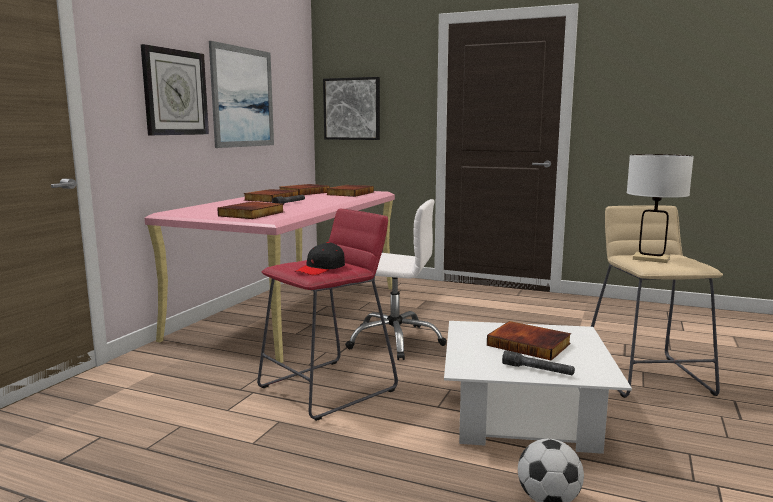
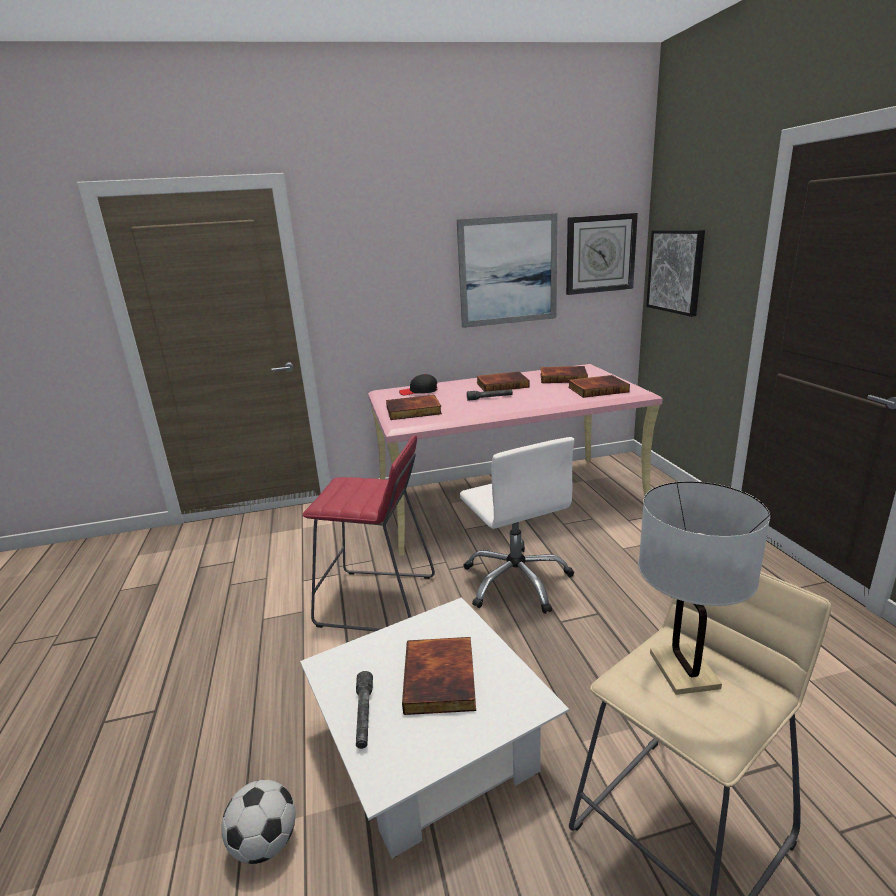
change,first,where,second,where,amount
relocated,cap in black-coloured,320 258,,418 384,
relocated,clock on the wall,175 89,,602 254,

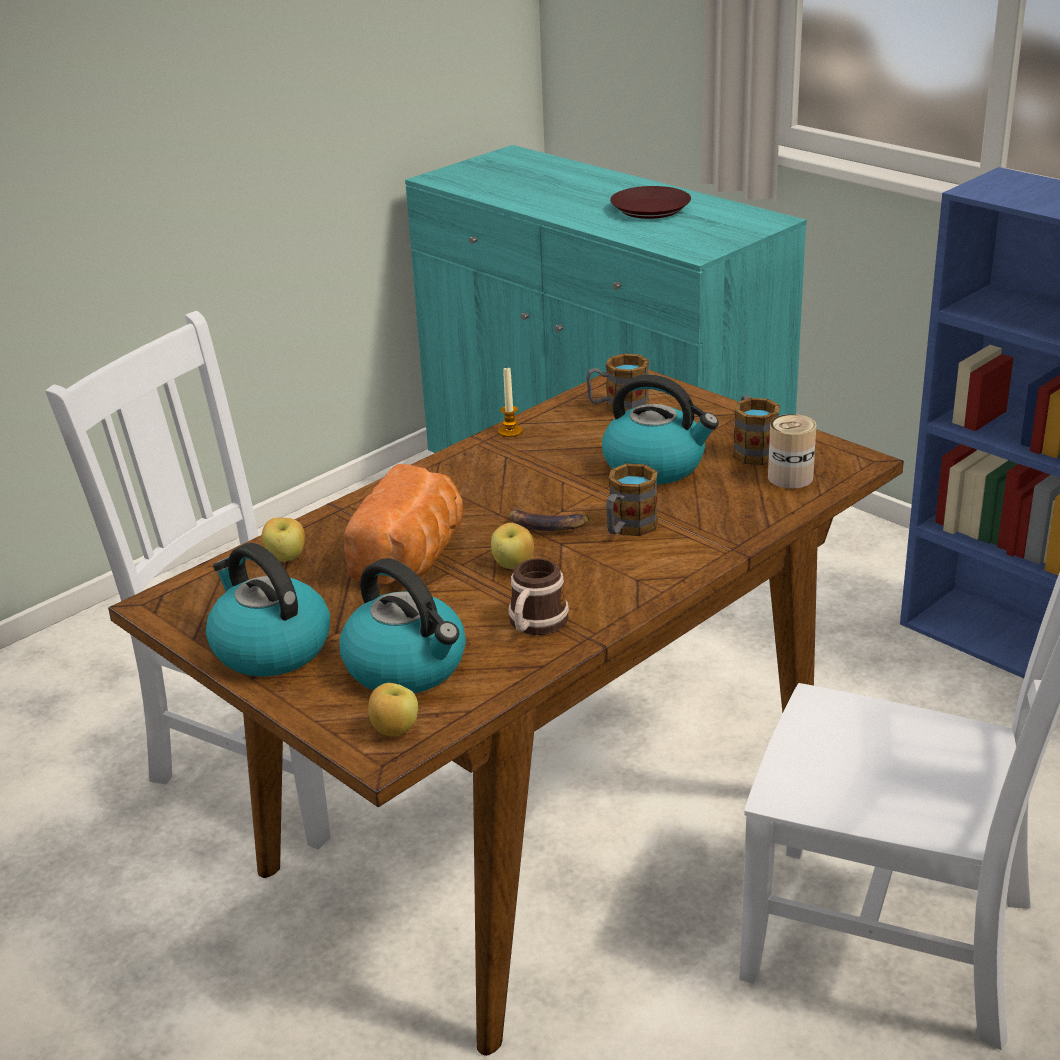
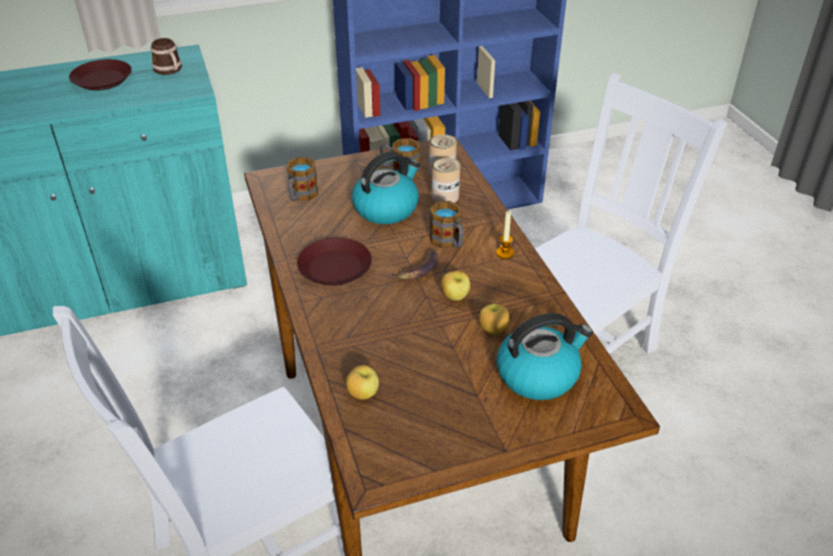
change,first,where,second,where,amount
relocated,tea mug,538 596,,166 56,
appeared,,,flat dish in brown-coloured,334 262,
appeared,,,can,445 180,
relocated,apple fruit,393 709,,494 319,
relocated,candle,510 402,,505 235,
missing,water kettle,268 609,,,
missing,baked bread,403 524,,,

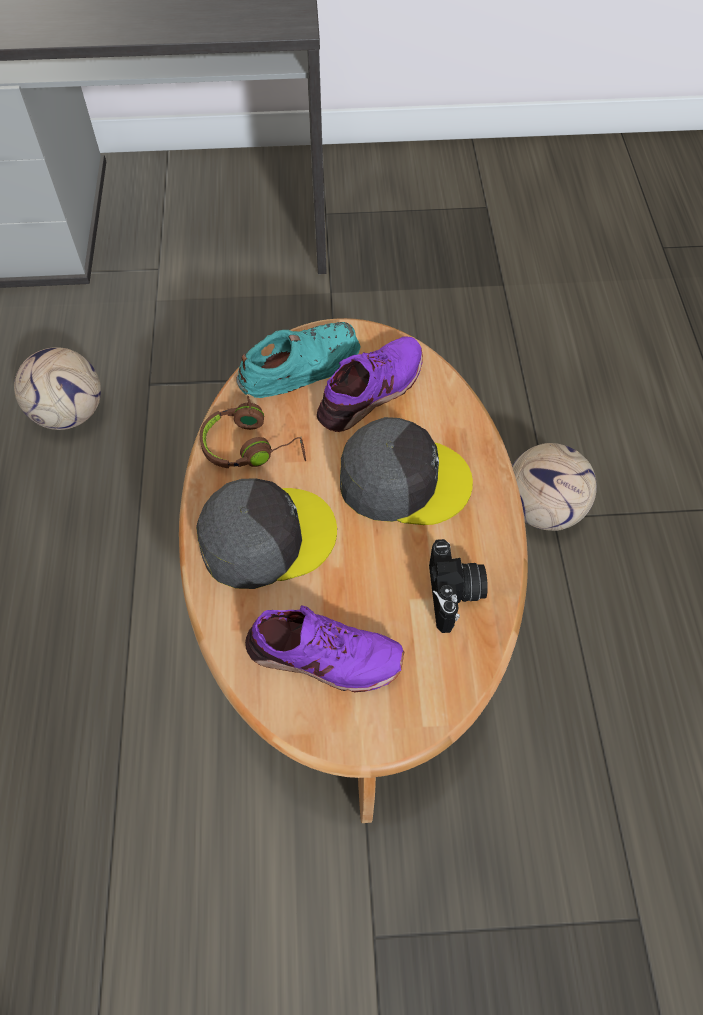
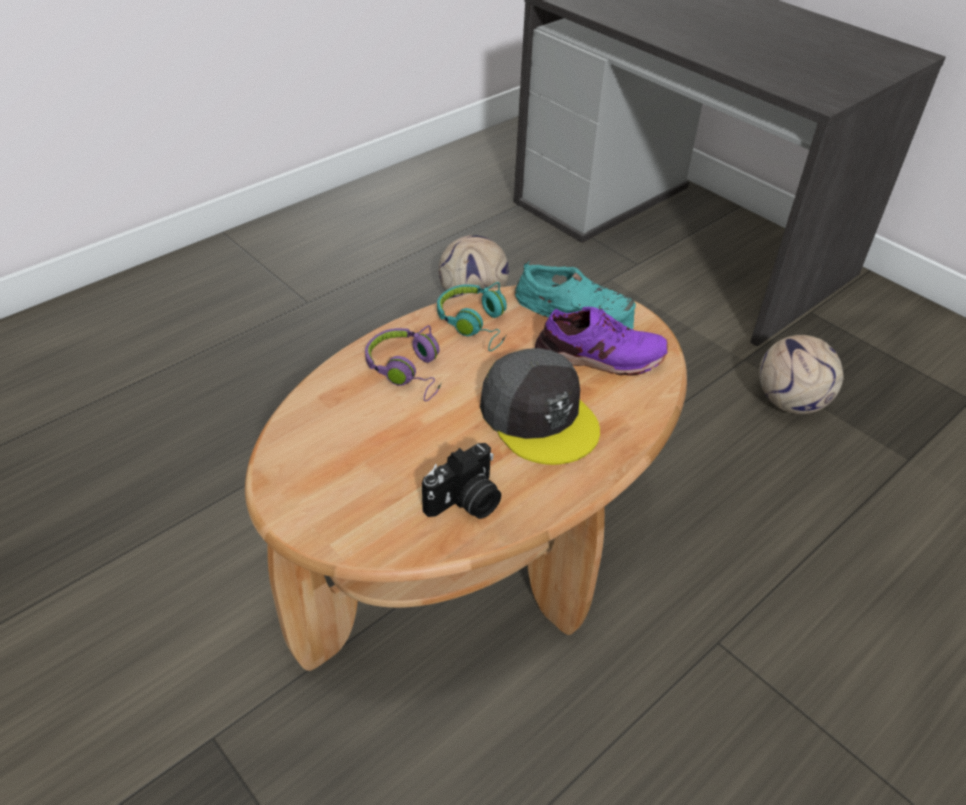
change,first,where,second,where,amount
exchanged,cap in greyish,266 533,headphones in purple-coloured,403 363,
colour,headphones in brown-coloured,253 432,headphones in turquoise-coloured,472 316,
relocated,ball for football,554 487,,801 374,
missing,shoe in purple-coloured,324 649,,,

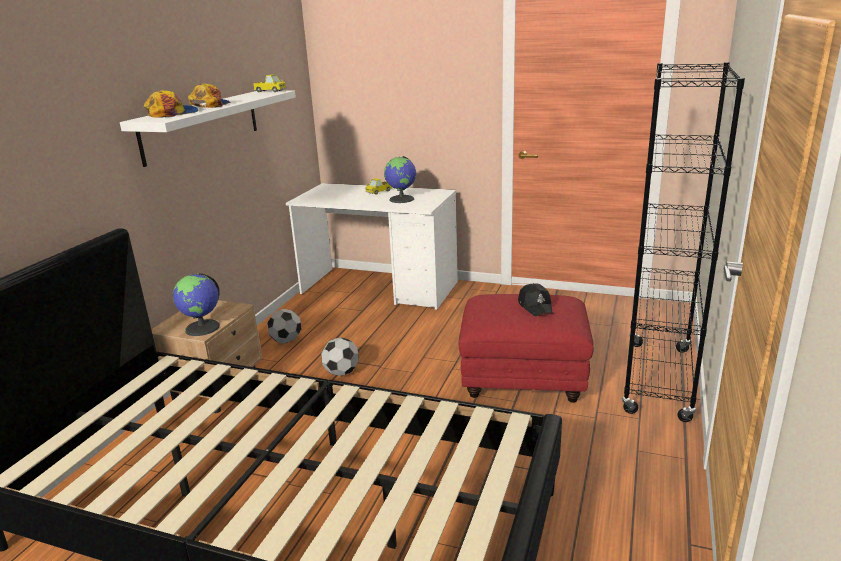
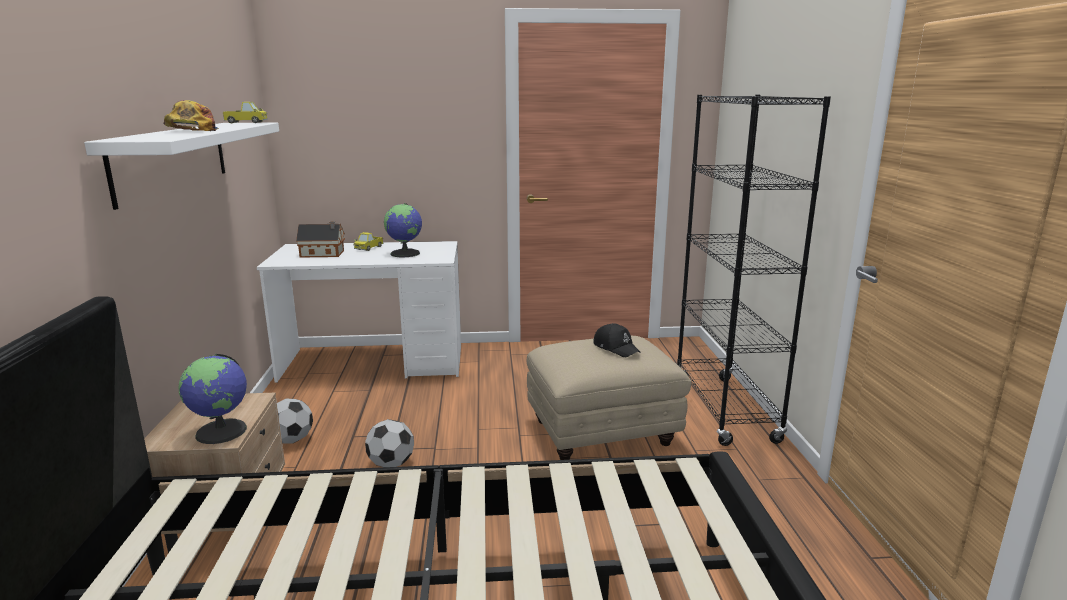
change,first,where,second,where,amount
appeared,,,miniature house,320 239,
colour,footrest in red-coloured,526 348,footrest in sand-coloured,609 398,
missing,cap,171 104,,,

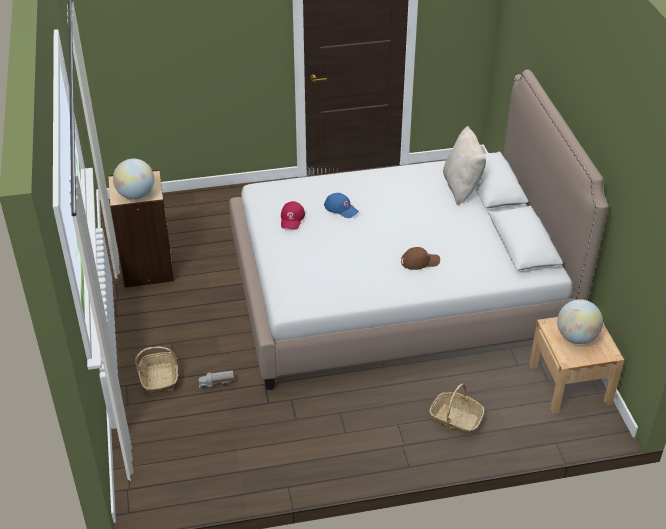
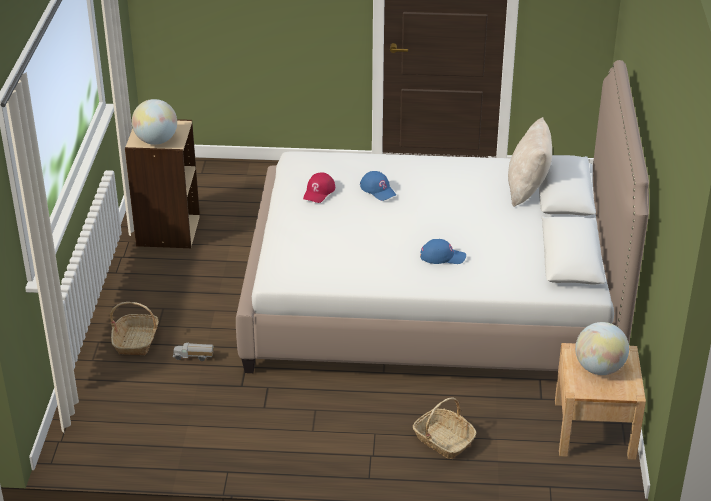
change,first,where,second,where,amount
colour,cap in brown-coloured,420 258,cap in blue-coloured,443 251,

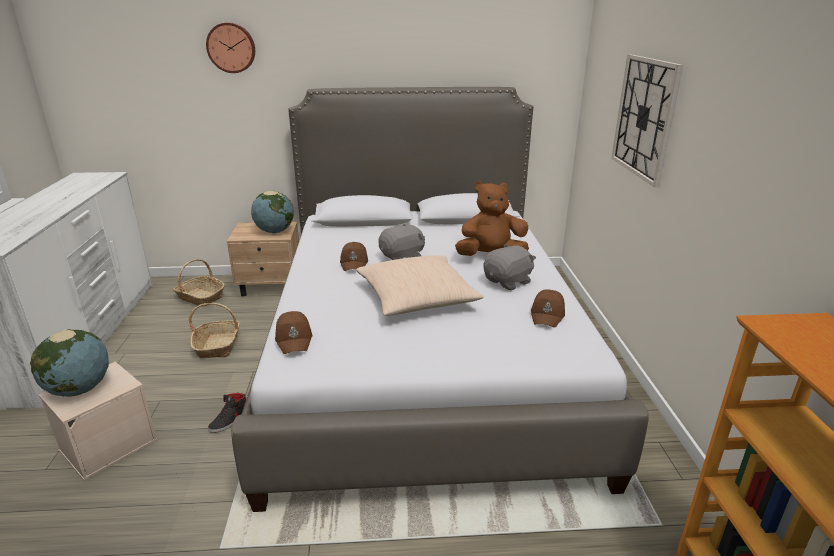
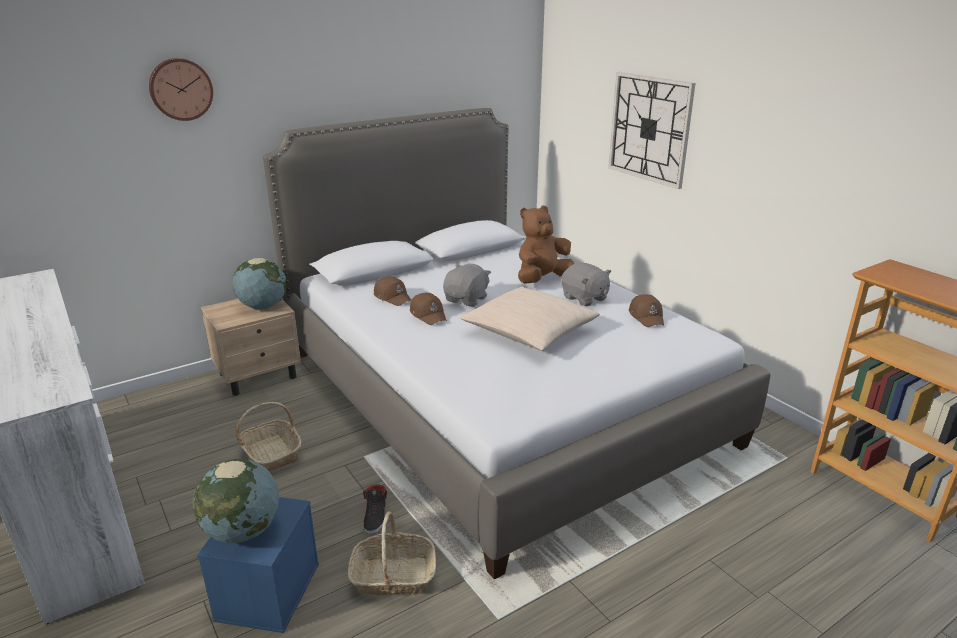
change,first,where,second,where,amount
colour,storage bin in sand-coloured,98 421,storage bin in blue-coloured,258 565,
relocated,household basket,199 282,,392 553,
relocated,cap in brown-coloured,293 332,,392 291,
spun,plush toy in greyish,510 267,,586 284,120 degrees clockwise

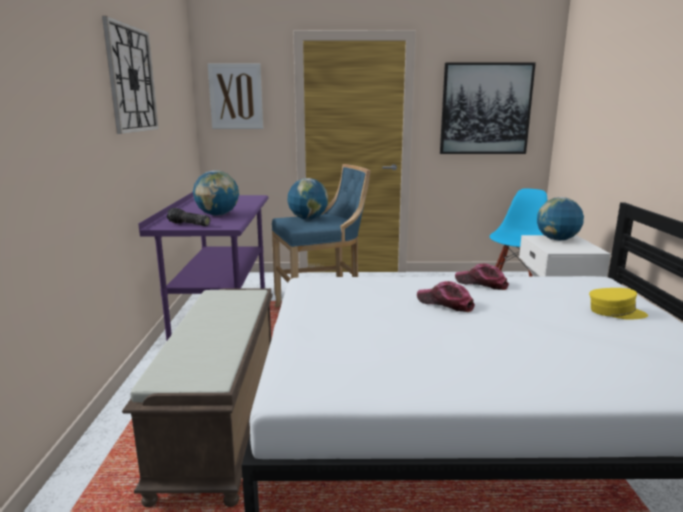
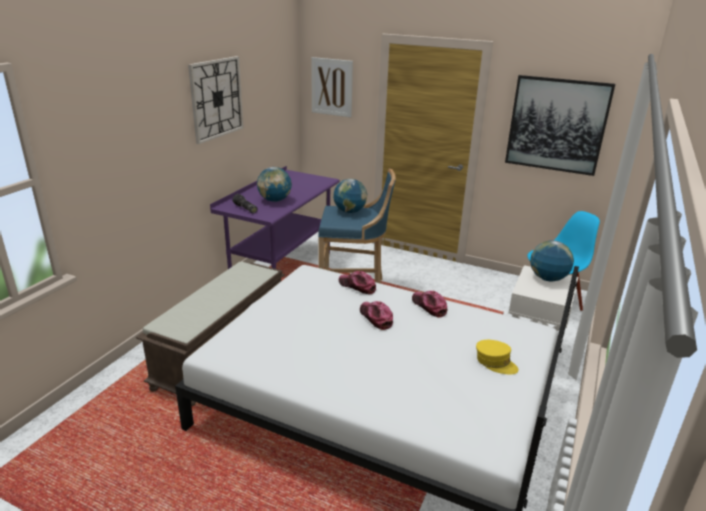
change,first,where,second,where,amount
appeared,,,cap,357 282,

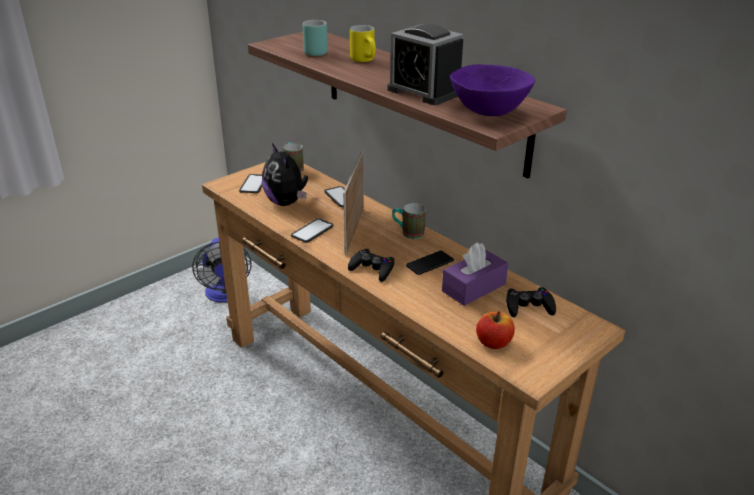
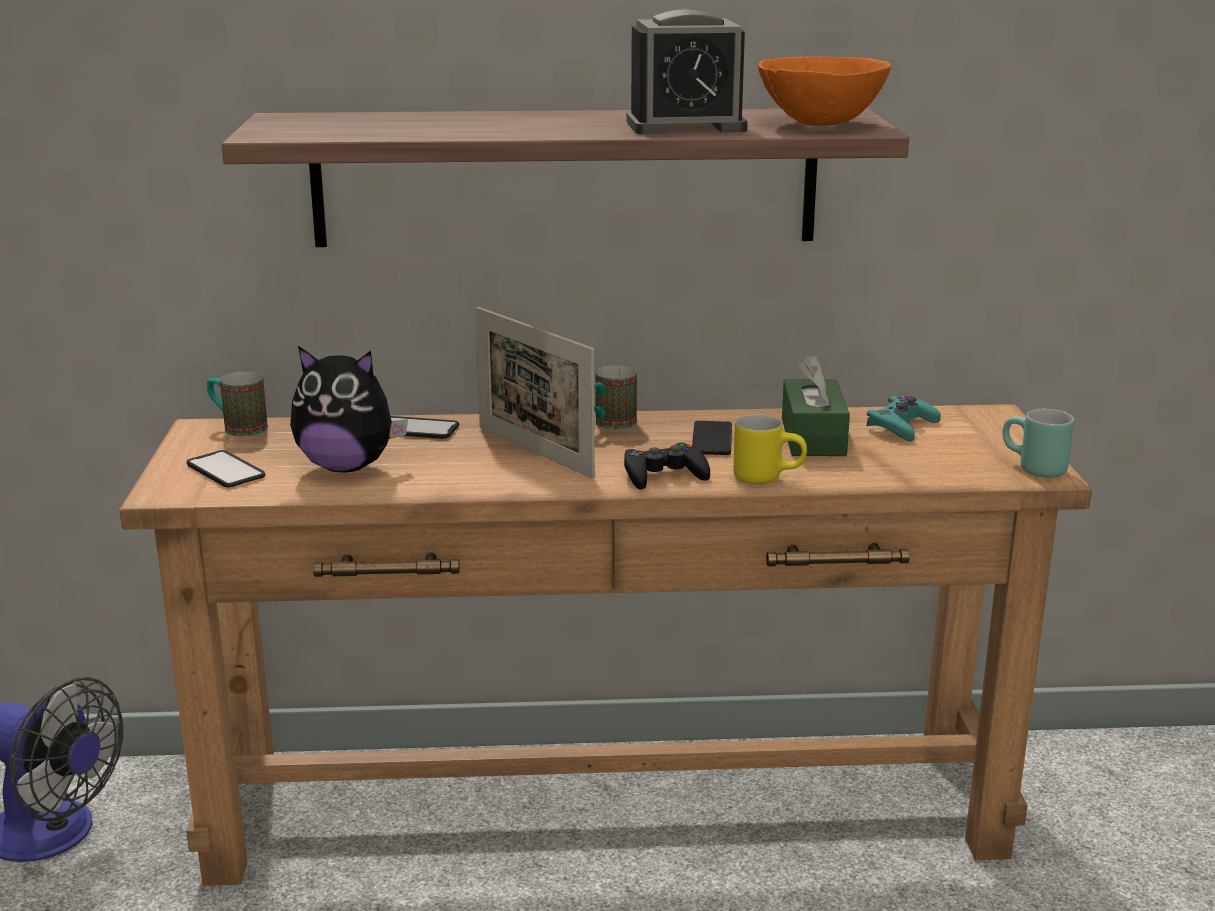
change,first,where,second,where,amount
relocated,tea mug in yellow,363 43,,770 449,
colour,bowl in purple-coloured,492 90,bowl in orange,824 91,
colour,tissue box in purple-coloured,475 274,tissue box in green,816 405,
colour,gamepad in black-coloured,531 302,gamepad in turquoise-coloured,904 418,
relocated,tea mug in turquoise-coloured,315 38,,1038 443,
missing,phone,312 230,,,
missing,apple fruit,495 330,,,

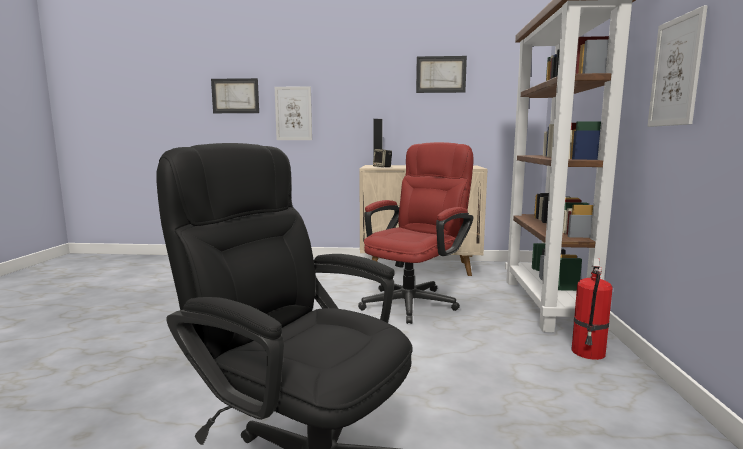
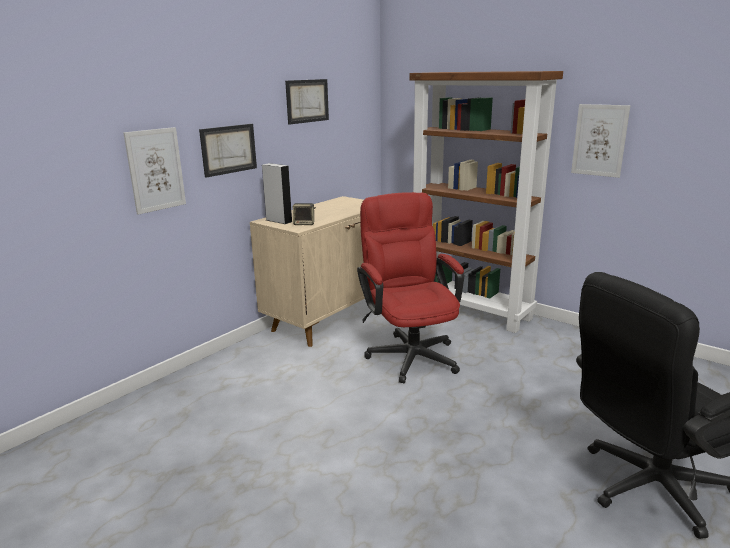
change,first,where,second,where,amount
relocated,wall art,235 95,,228 151,
missing,fire-fighting cylinder,592 309,,,

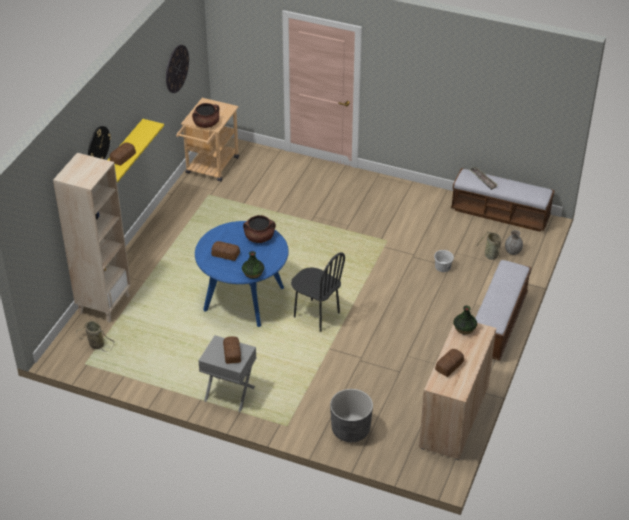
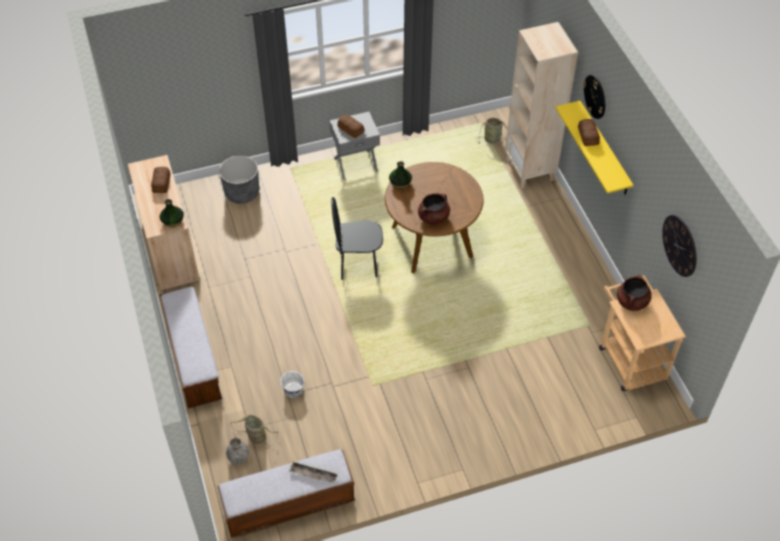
change,first,where,second,where,amount
colour,kitchen table in blue-coloured,242 274,kitchen table in brown-coloured,434 218,
missing,baked bread,225 251,,,

